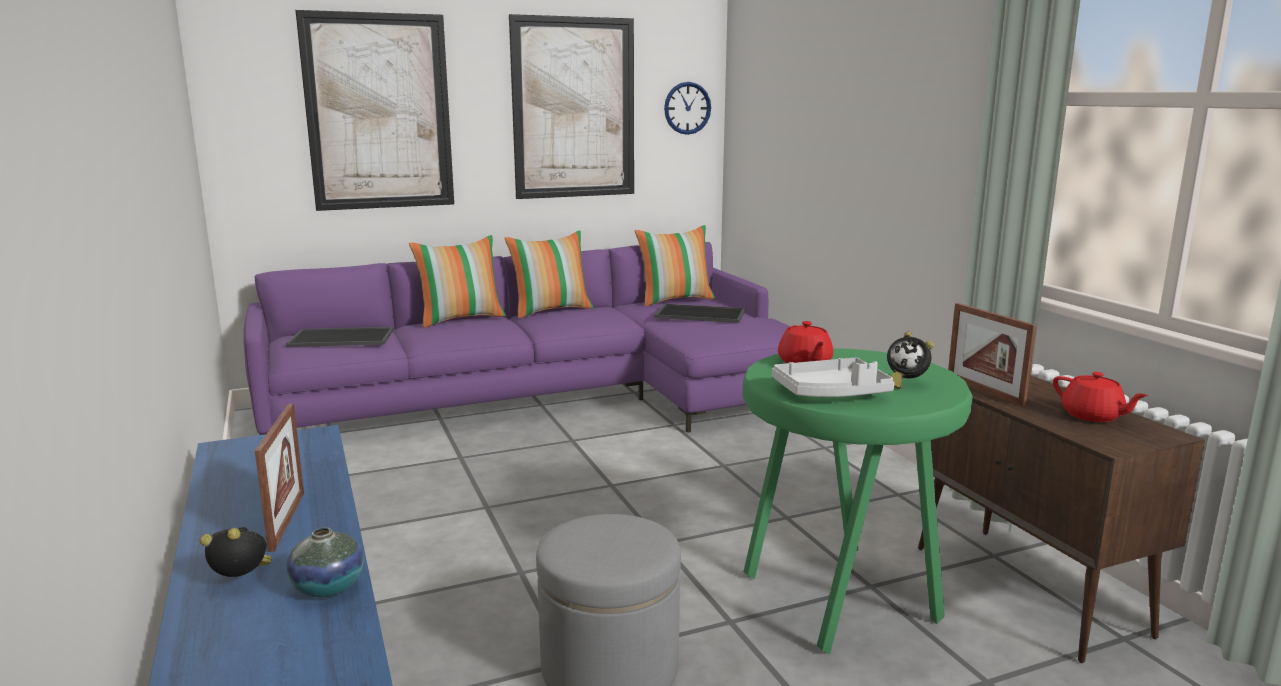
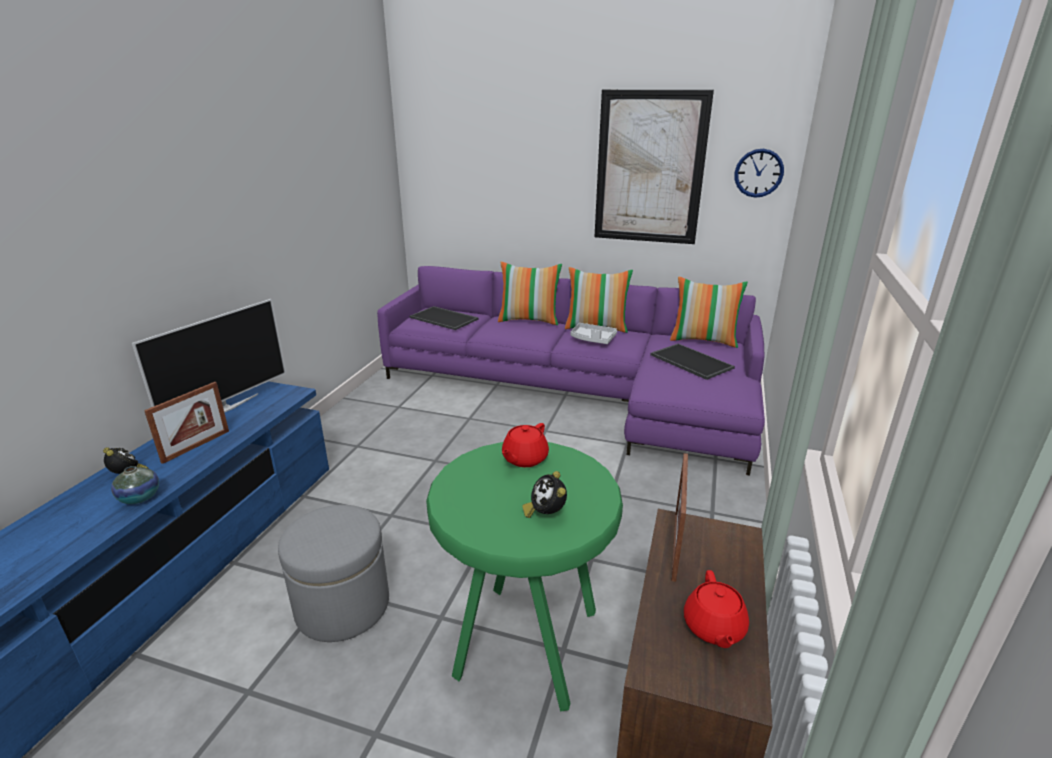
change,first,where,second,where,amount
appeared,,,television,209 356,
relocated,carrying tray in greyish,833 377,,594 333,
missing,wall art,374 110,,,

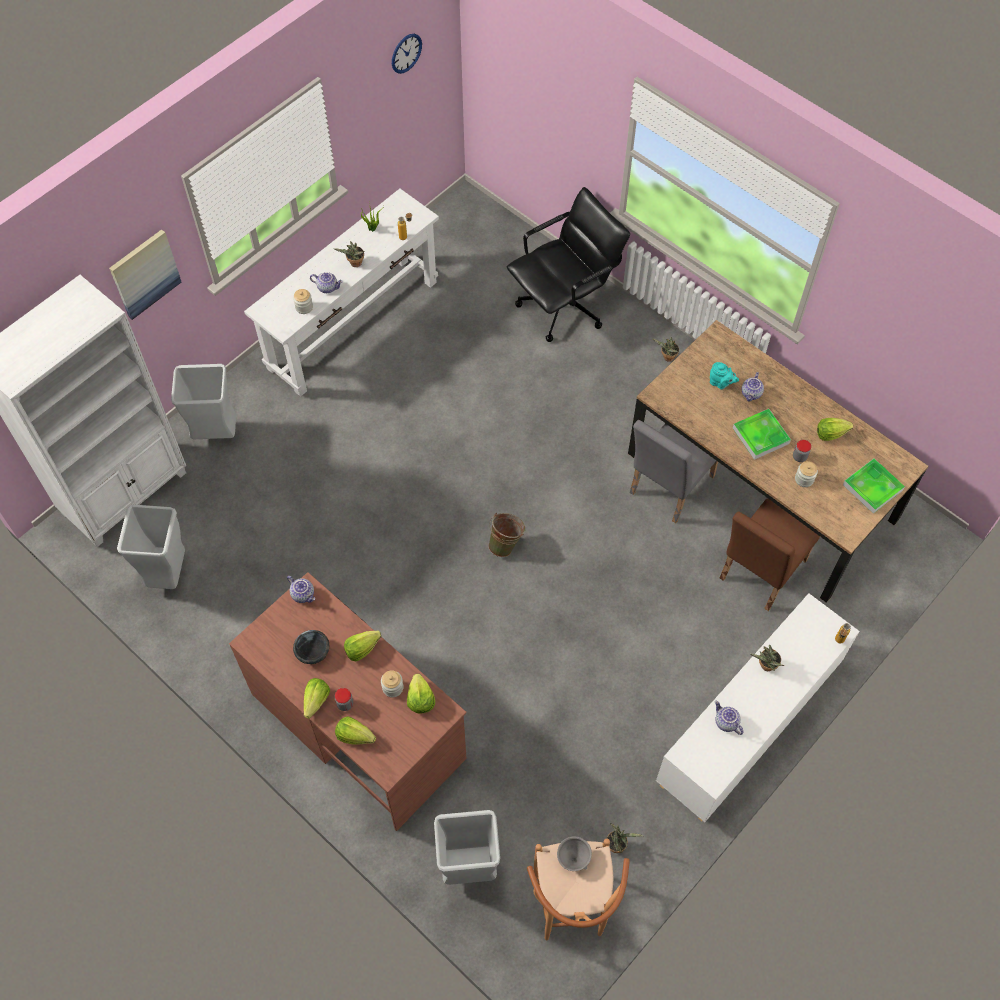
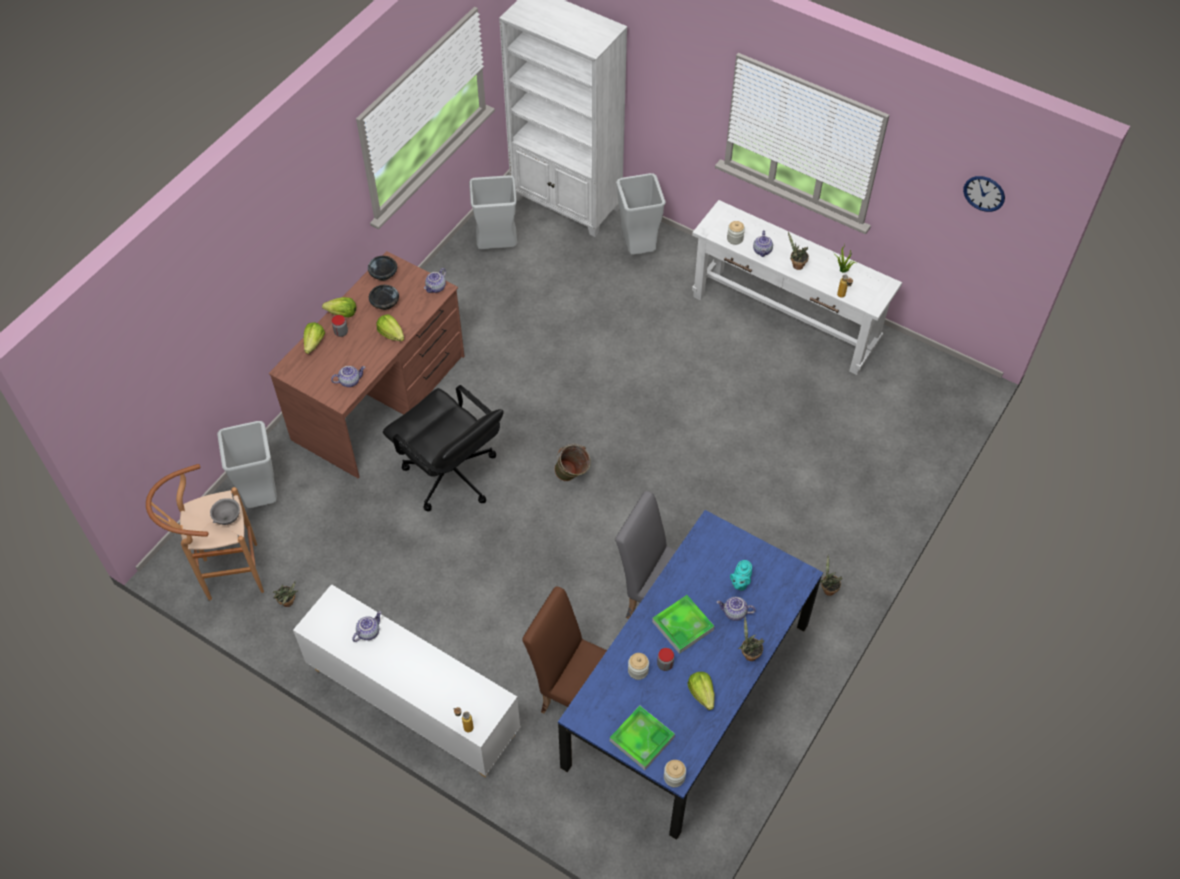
change,first,where,second,where,amount
exchanged,head of lettuce,421 694,teapot,348 376,
appeared,,,bowl in black-coloured,382 268,
relocated,computer chair in black-coloured,568 264,,443 448,
colour,kitchen table in brown-coloured,778 461,kitchen table in blue-coloured,690 675,
relocated,preserve jar,392 684,,675 773,
relocated,plant in a pot,767 657,,751 639,
missing,wall art,145 274,,,

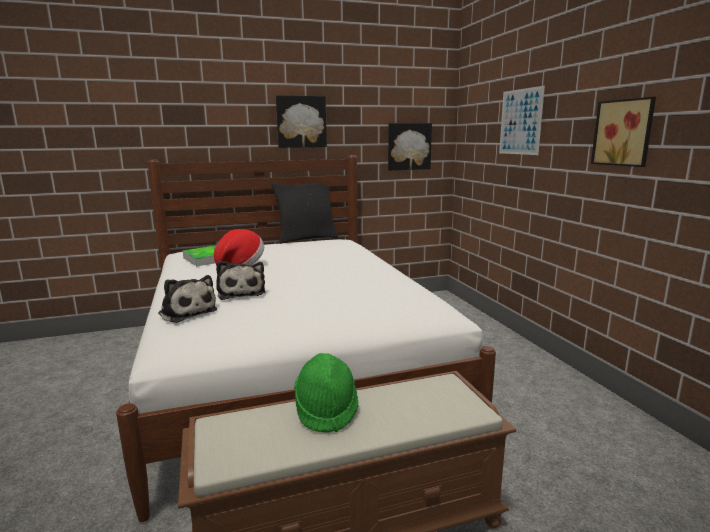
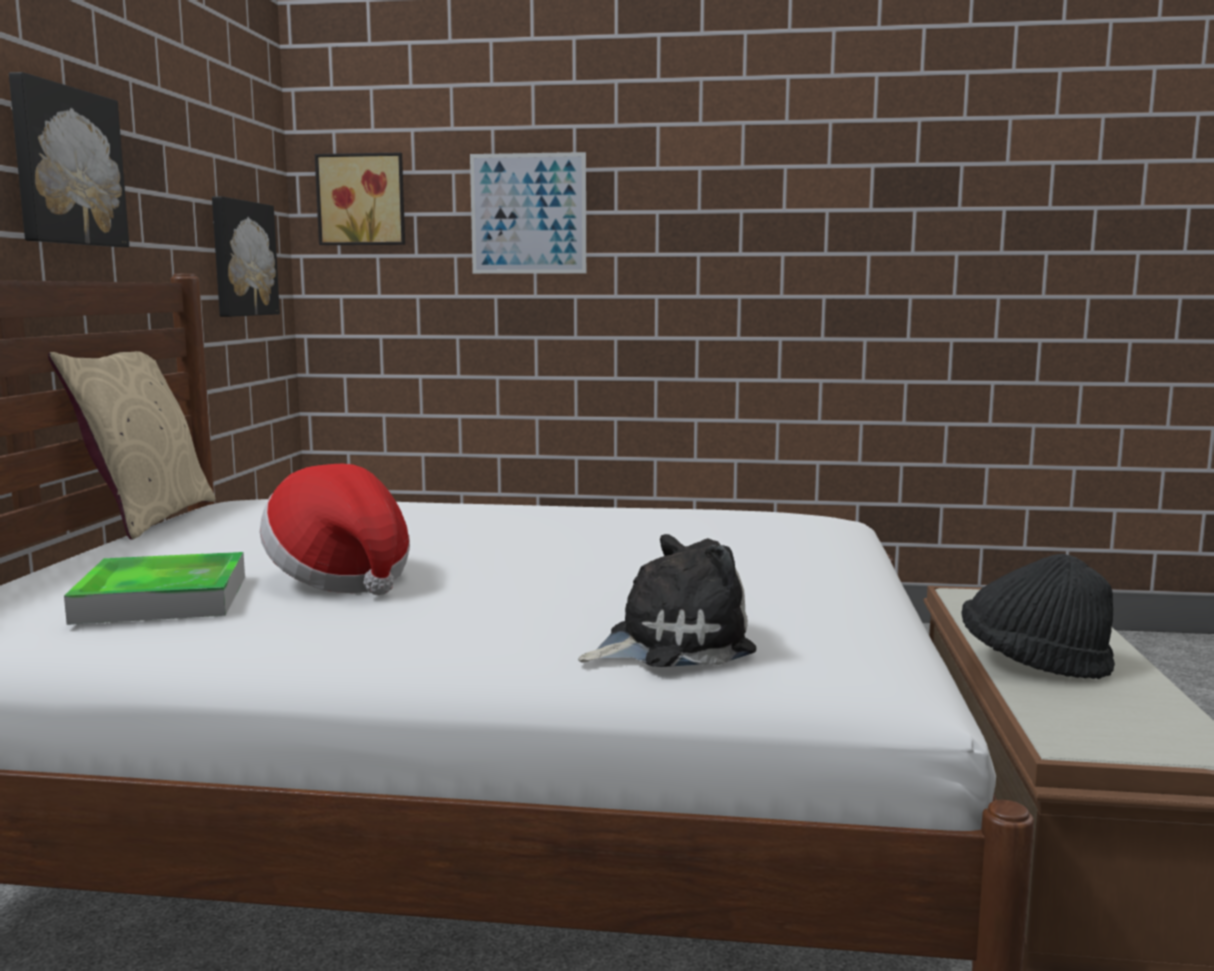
change,first,where,second,where,amount
colour,cushion in black-coloured,304 213,cushion in sand-coloured,132 445,
relocated,wall art,623 132,,360 199,
colour,hat in green,326 393,hat in black-coloured,1038 616,
missing,plush toy,240 280,,,

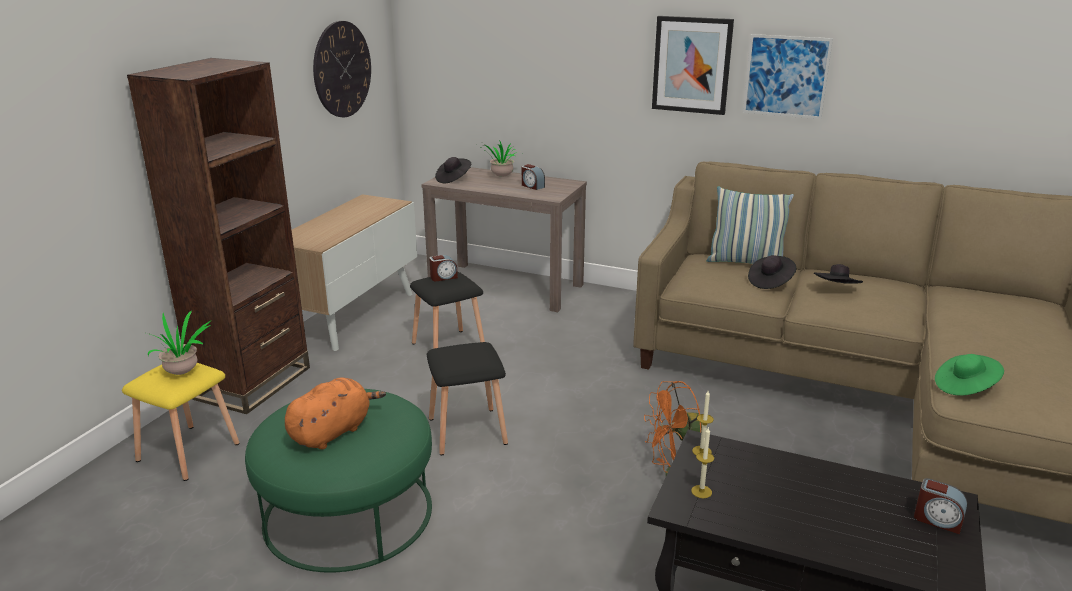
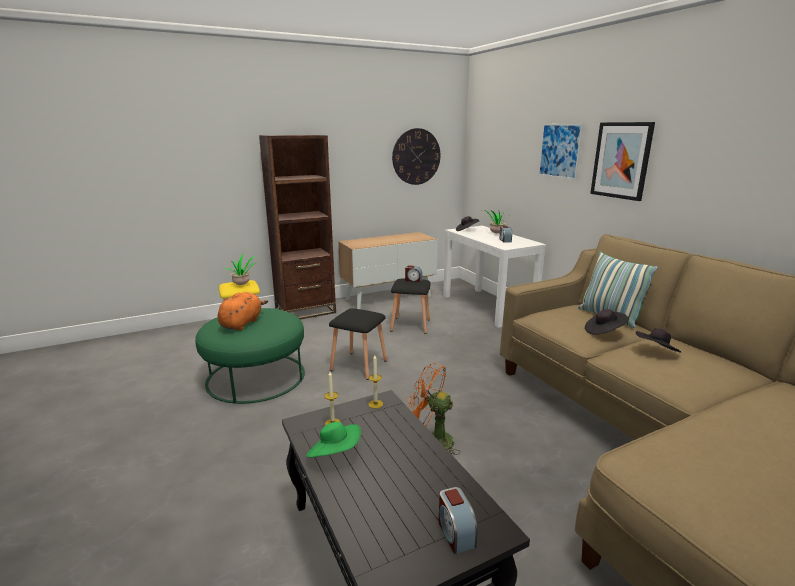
change,first,where,second,where,amount
spun,plush toy in orange,335 413,,242 311,60 degrees counterclockwise
relocated,hat in green,969 375,,333 440,
colour,hall table in brown-coloured,504 239,hall table in whitish,494 277,
relocated,wall art,788 76,,561 151,

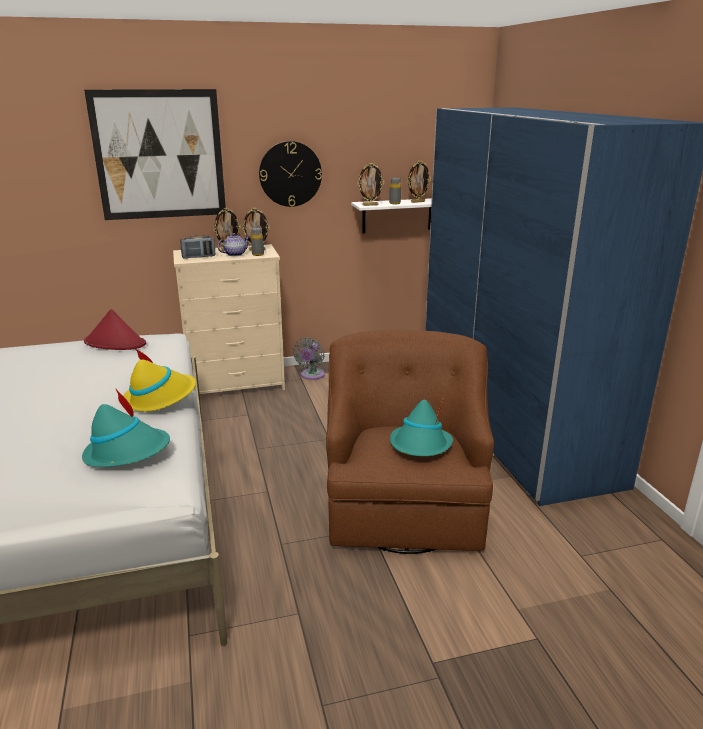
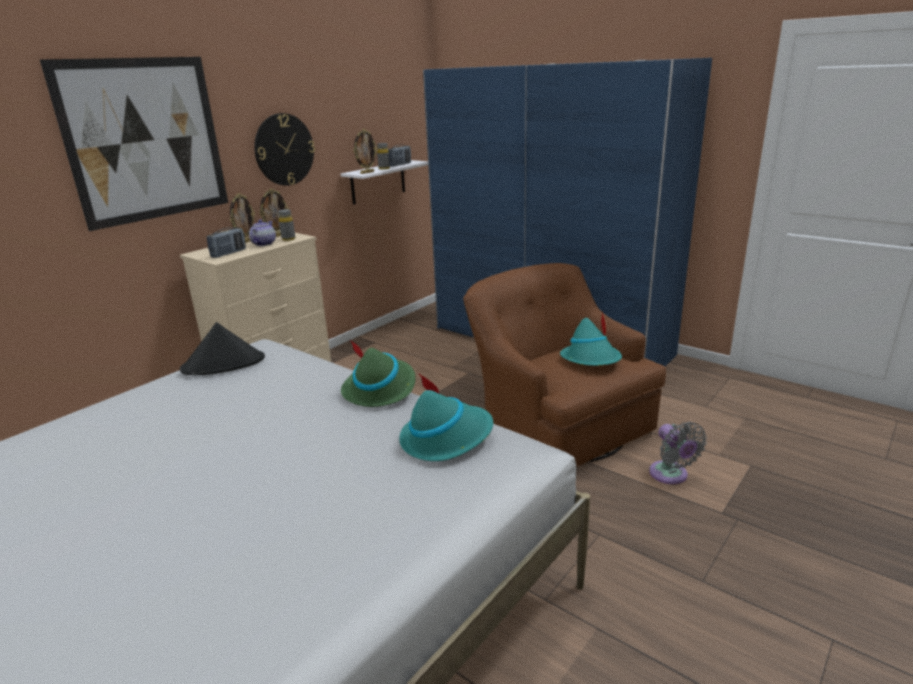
change,first,where,second,where,amount
colour,hat in red-coloured,115 329,hat in black-coloured,222 348,
colour,hat in yellow,159 380,hat in green,378 373,
exchanged,picture frame,419 182,radio receiver,399 156,
relocated,electric fan in greyish,309 358,,678 453,

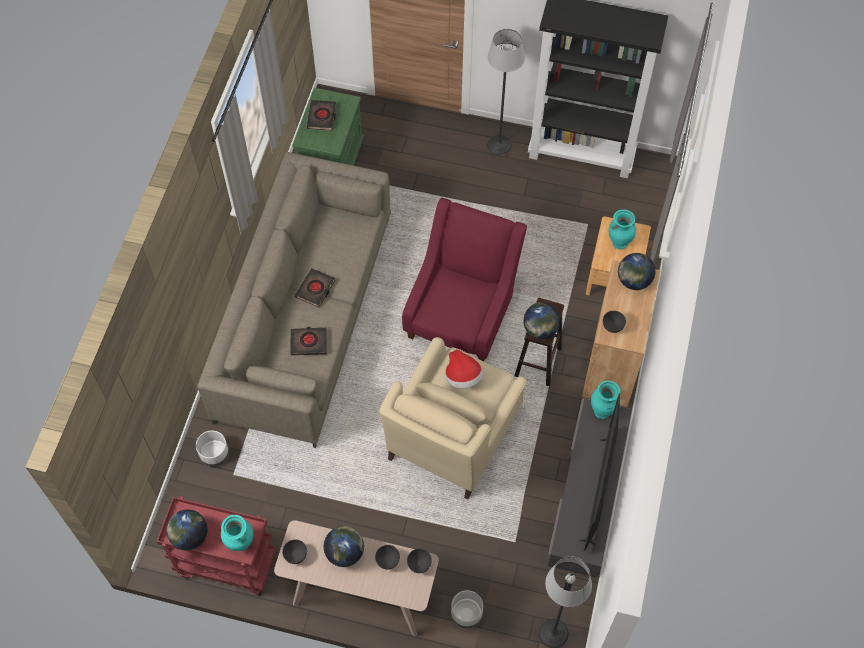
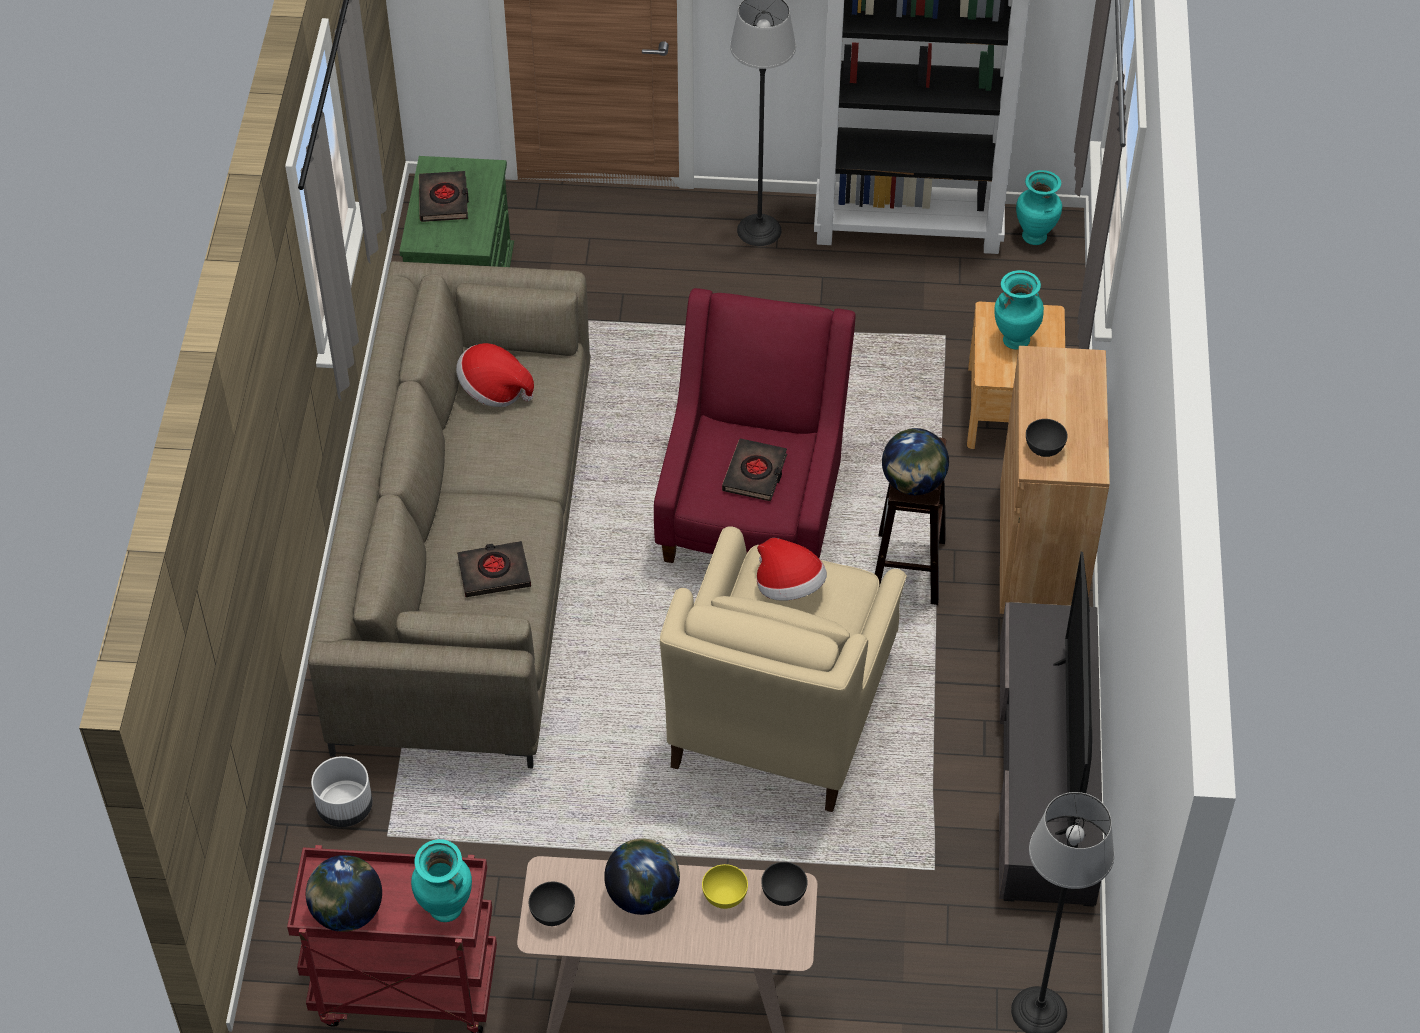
change,first,where,second,where,amount
appeared,,,hat,495 375,
colour,bowl in greyish,387 557,bowl in yellow,725 886,
relocated,book in black-coloured,315 287,,754 469,
relocated,decorative vase in turquoise-coloured,606 400,,1039 207,
missing,flower pot in greyish,467 609,,,
missing,desk globe,636 271,,,

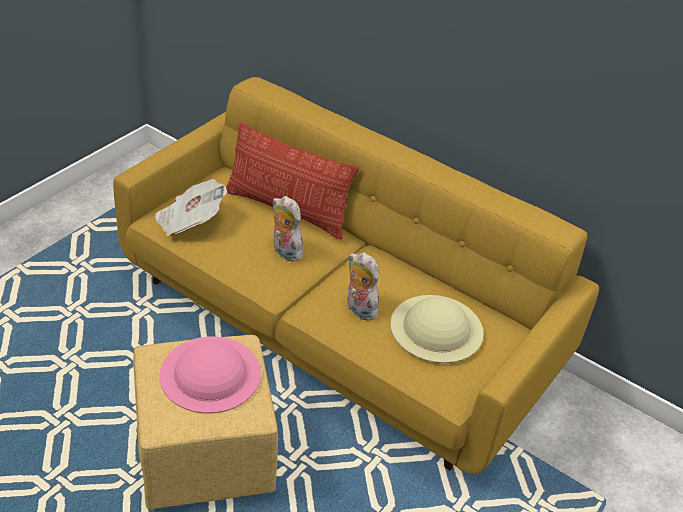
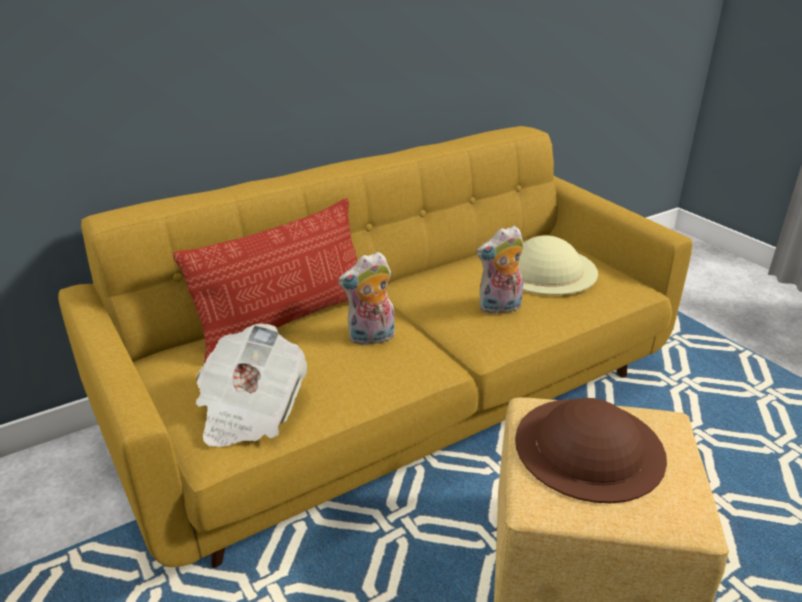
change,first,where,second,where,amount
colour,hat in pink,210 375,hat in brown-coloured,591 450,

